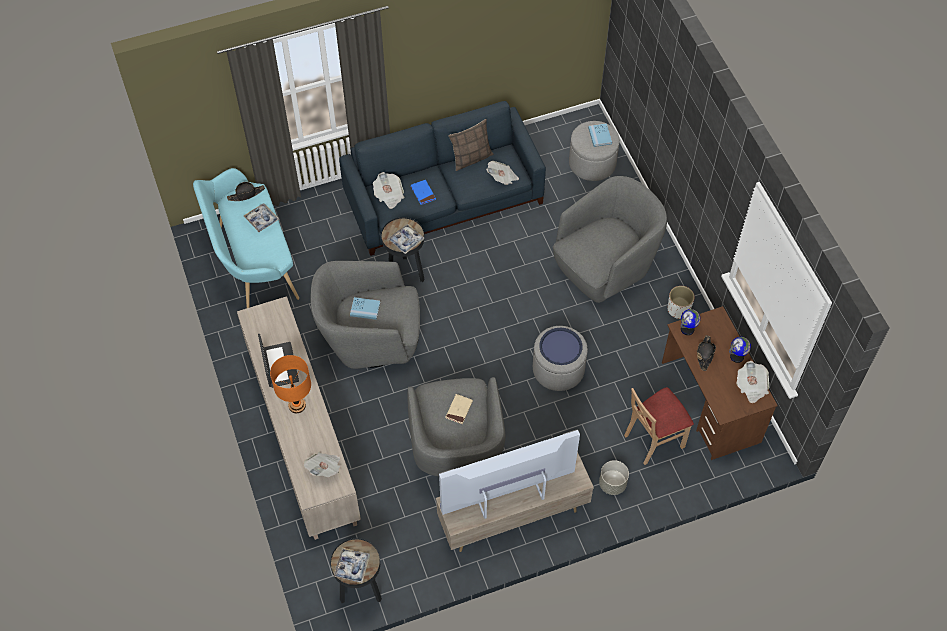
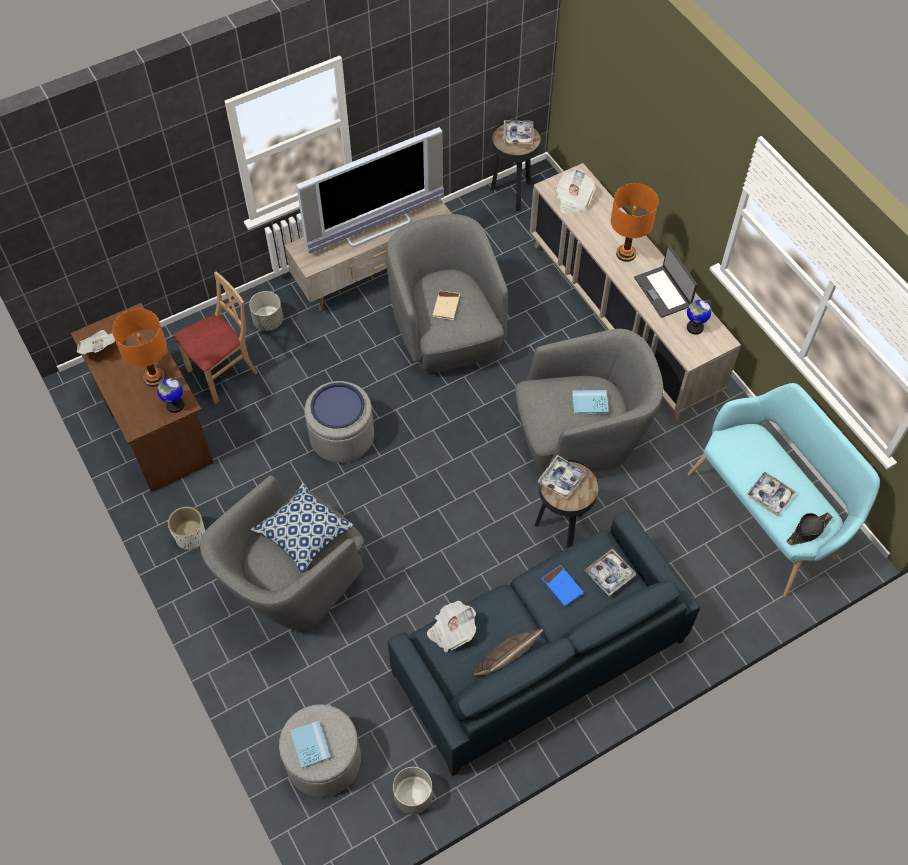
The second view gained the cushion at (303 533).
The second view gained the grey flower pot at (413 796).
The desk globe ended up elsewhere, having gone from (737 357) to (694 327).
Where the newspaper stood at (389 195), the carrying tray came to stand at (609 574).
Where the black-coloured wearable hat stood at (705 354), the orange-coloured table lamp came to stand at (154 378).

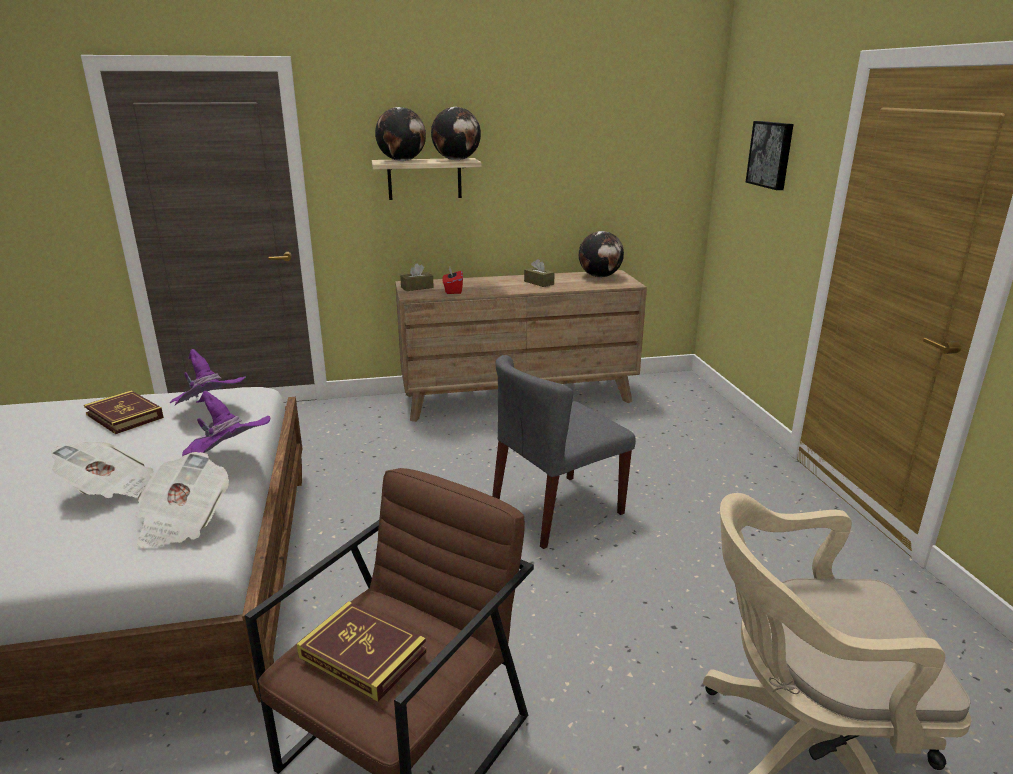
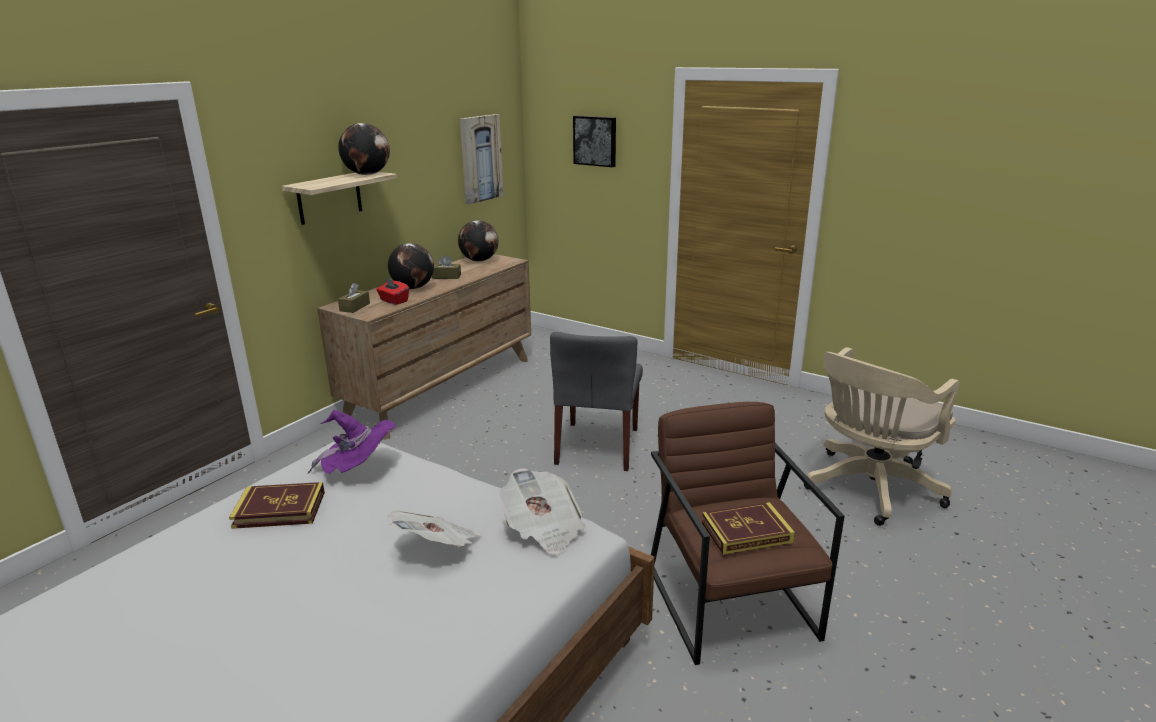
The second view lost the purple wearable hat at (229 461).
The second view gained the wall picture at (480 158).
The desk globe ended up elsewhere, having gone from (402 161) to (413 288).

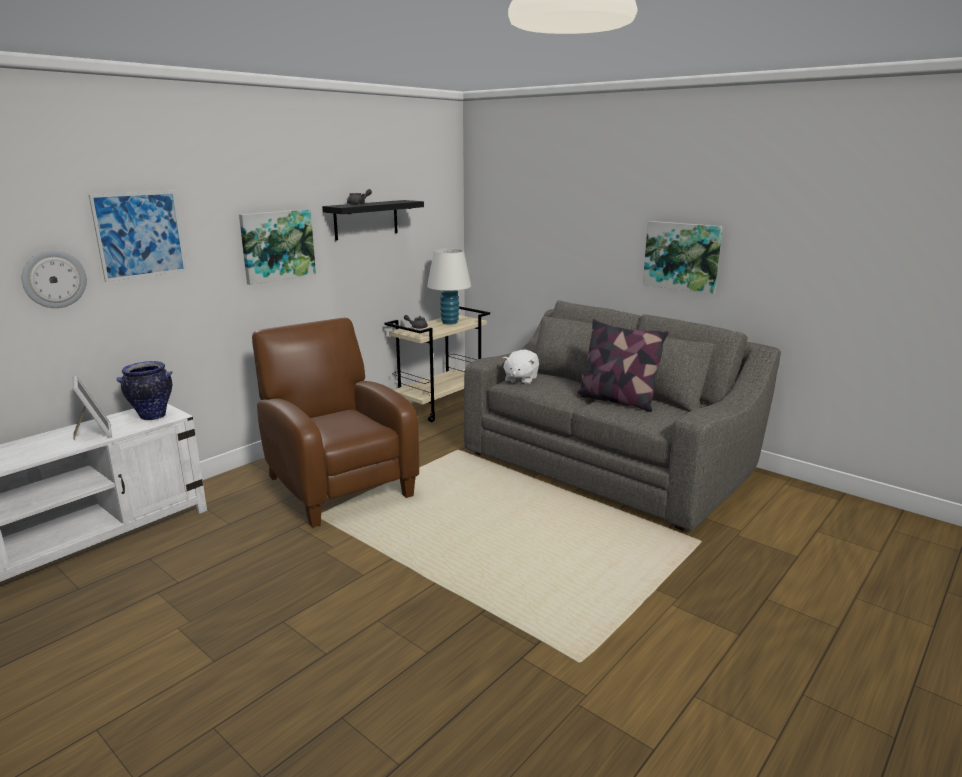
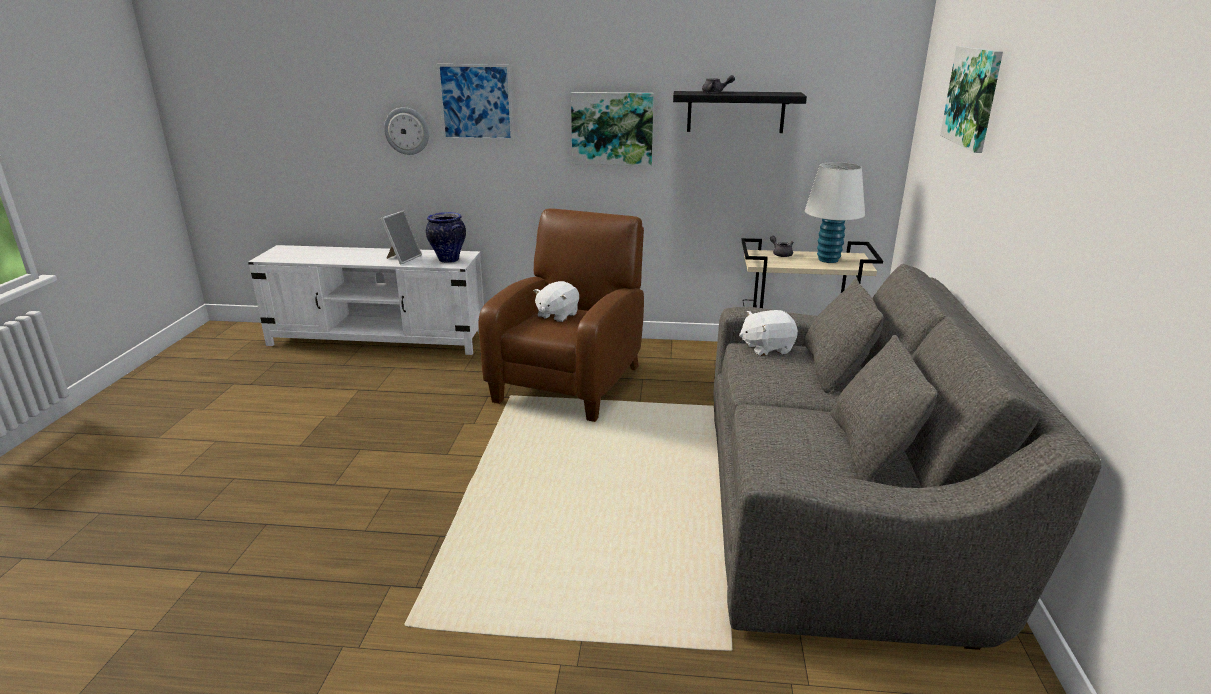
The second view lost the cushion at (616 401).
The second view gained the whitish plush toy at (557 315).
The wall picture ended up elsewhere, having gone from (682 256) to (973 97).

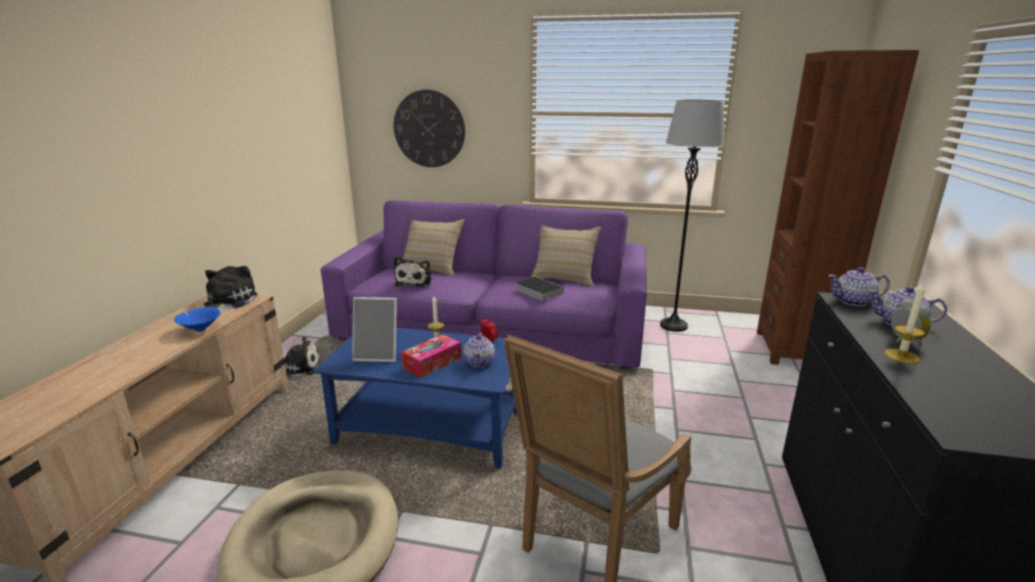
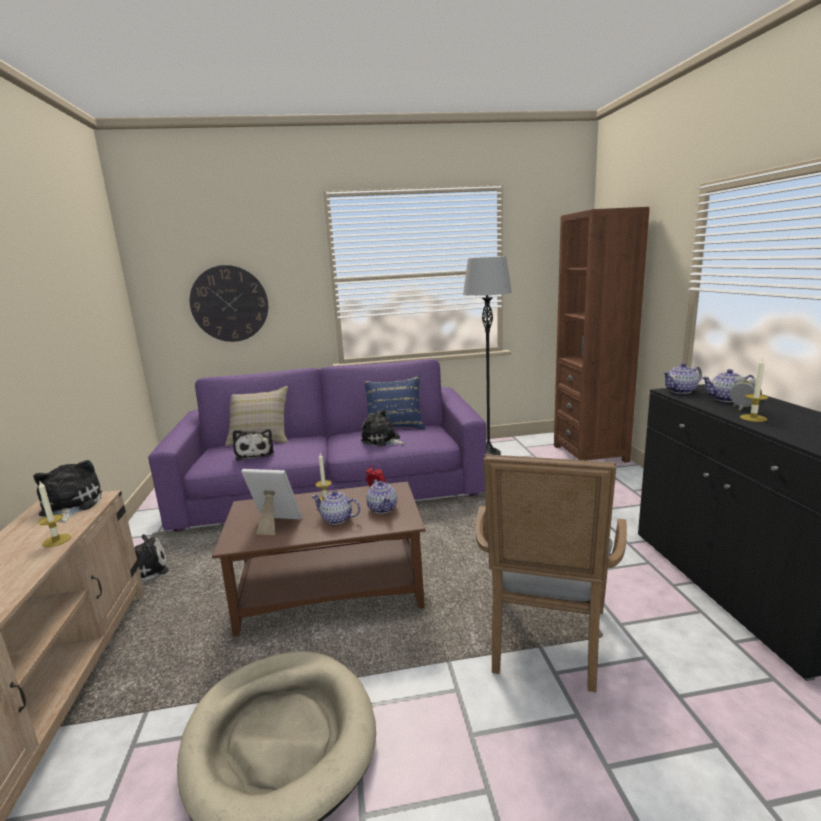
Where the blue serving bowl stood at (200 329), the wax light came to stand at (56 540).
Where the box of tissues stood at (432 363), the tea pot came to stand at (337 519).
Where the book stood at (537 291), the plush toy came to stand at (382 440).
What was the blue low table at (431 428) turned into the brown low table at (332 591).
What was the beige cushion at (564 278) turned into the blue cushion at (395 426).
The standing frame at (378 354) ended up facing another way, 150 degrees counterclockwise from before.

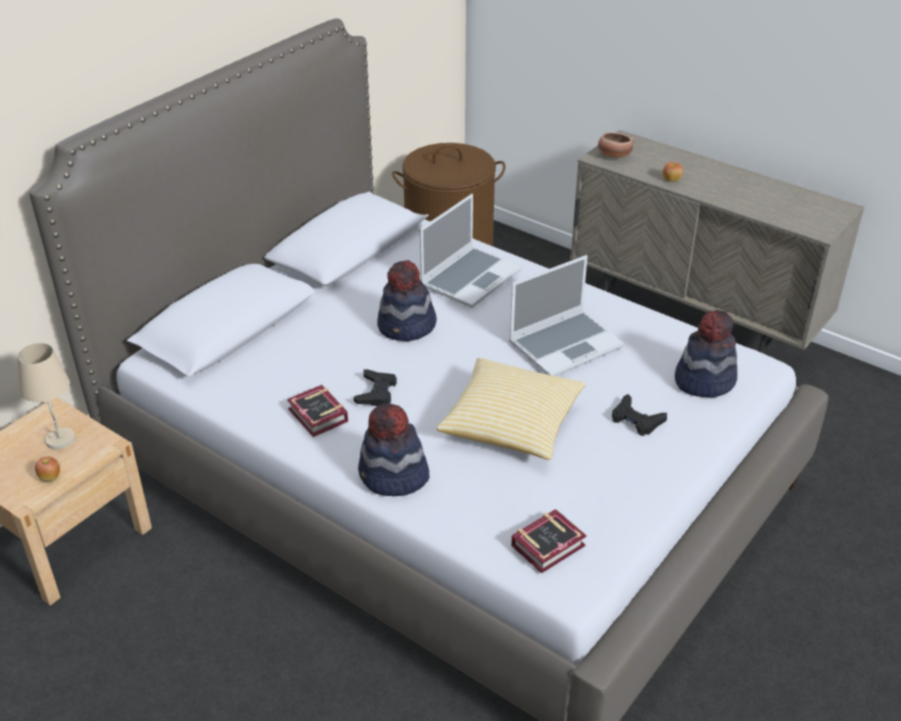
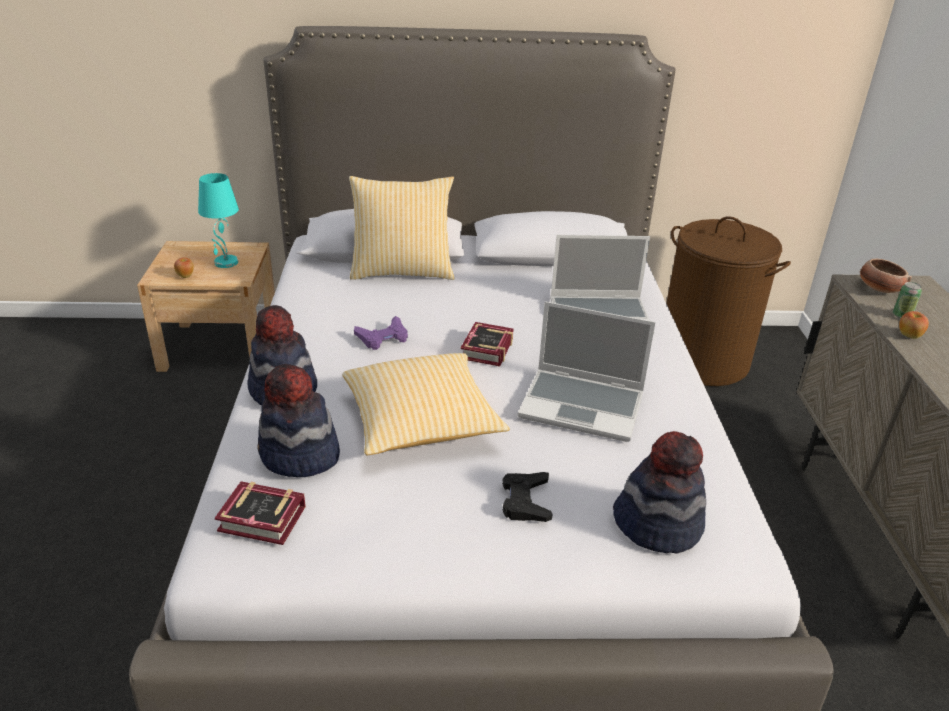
The second view gained the cushion at (402 271).
The second view gained the metal can at (901 315).
The book ended up elsewhere, having gone from (318 417) to (484 350).
The wearable hat ended up elsewhere, having gone from (407 327) to (299 455).
What was the beige table lamp at (61 440) turned into the turquoise-coloured table lamp at (226 263).
What was the black-coloured joypad at (376 392) turned into the purple joypad at (383 338).

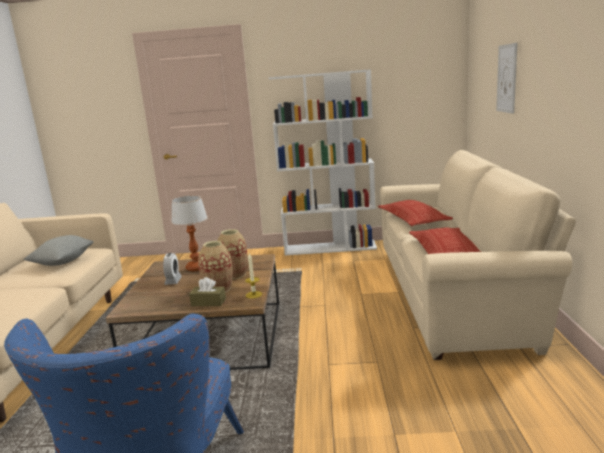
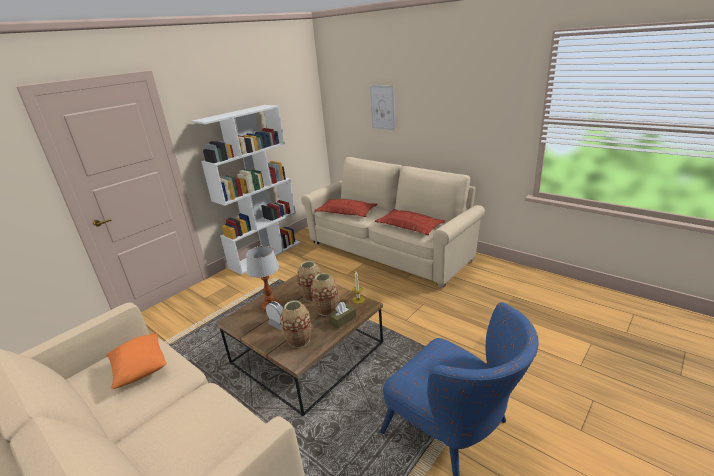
The second view gained the vase at (299 340).
What was the grey cushion at (63 262) turned into the orange-coloured cushion at (140 369).

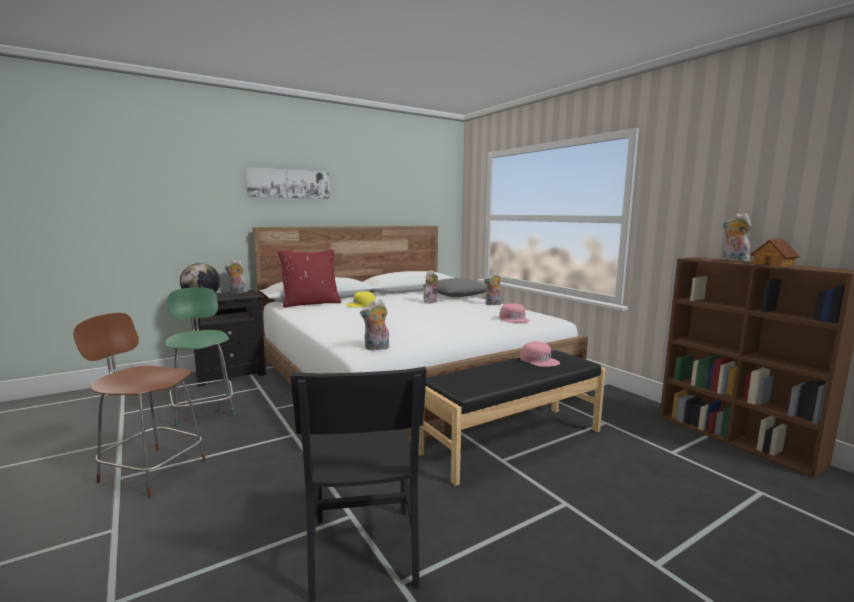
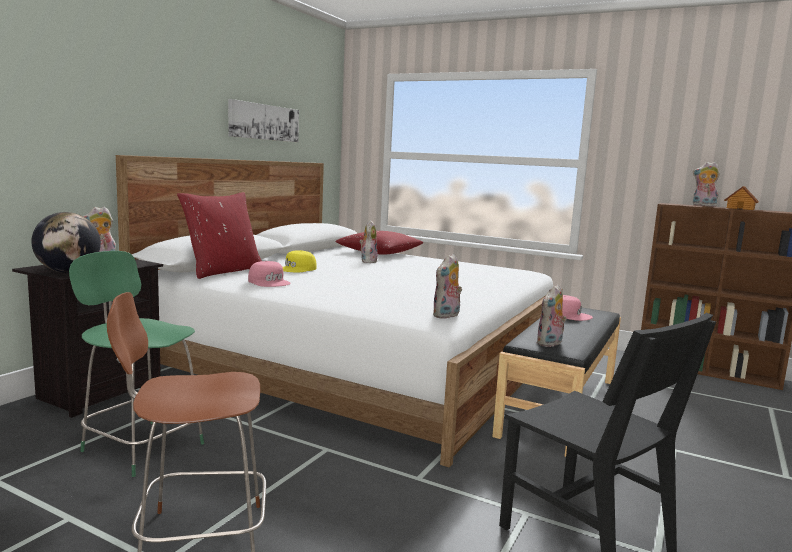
The wall picture ended up elsewhere, having gone from (289 184) to (264 122).
The plush toy ended up elsewhere, having gone from (493 304) to (550 344).
The pinkish baseball cap ended up elsewhere, having gone from (514 319) to (269 282).
What was the grey cushion at (456 295) turned into the red cushion at (379 253).

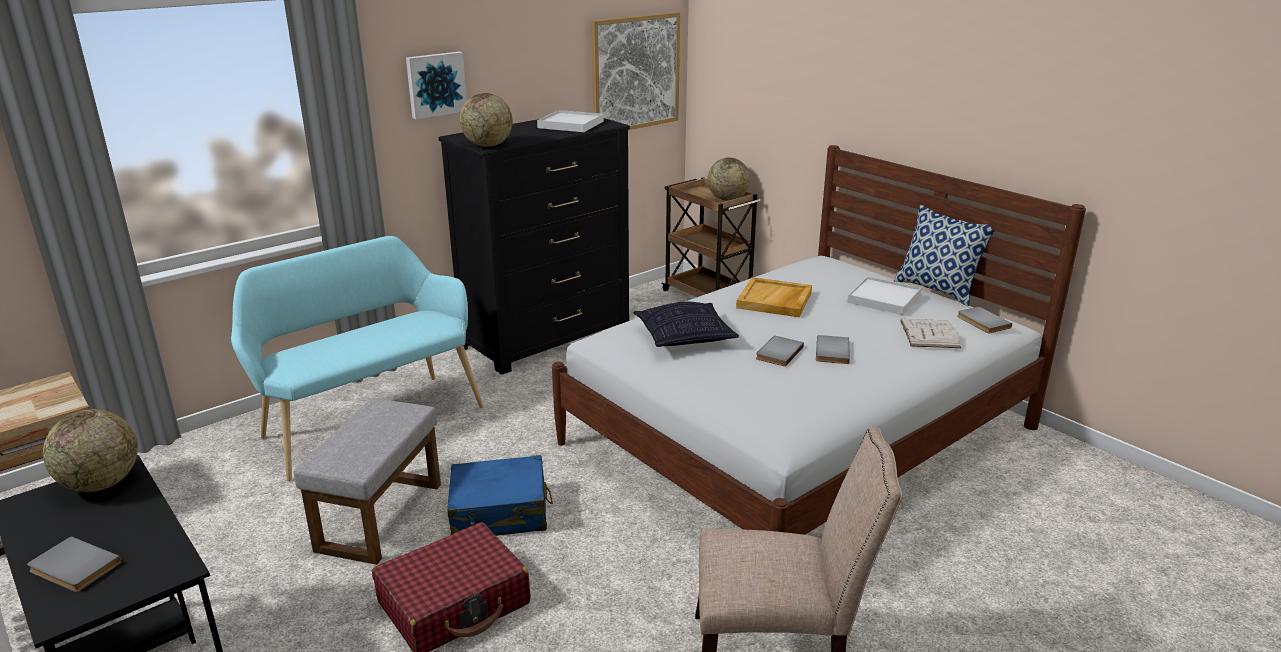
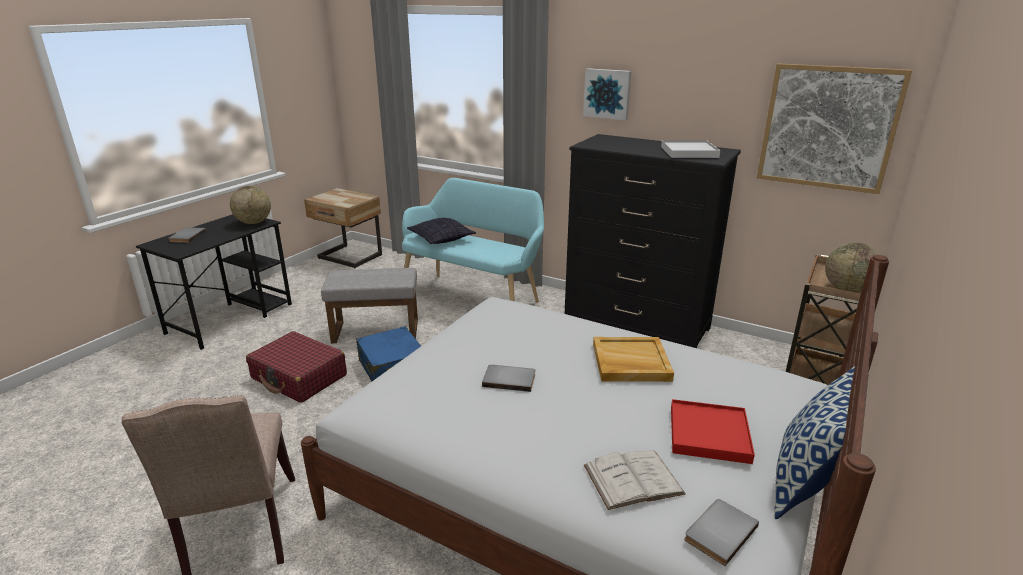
The second view lost the desk globe at (488 145).
The second view lost the grey book at (830 351).
The cushion ended up elsewhere, having gone from (684 338) to (441 239).
What was the whitish carrying tray at (884 299) turned into the red carrying tray at (708 434).

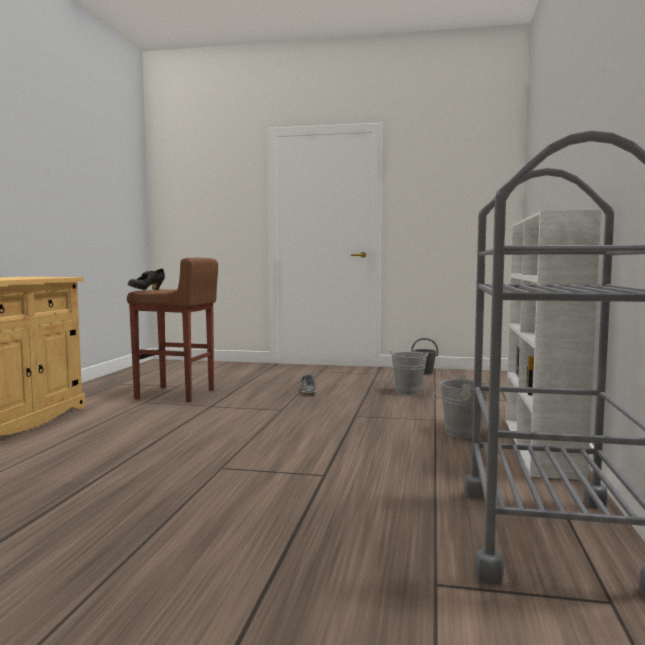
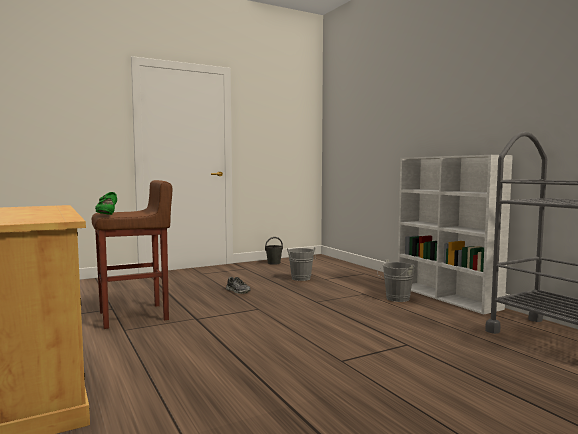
What was the black-coloured low shoe at (146 290) turned into the green-coloured low shoe at (107 215).

